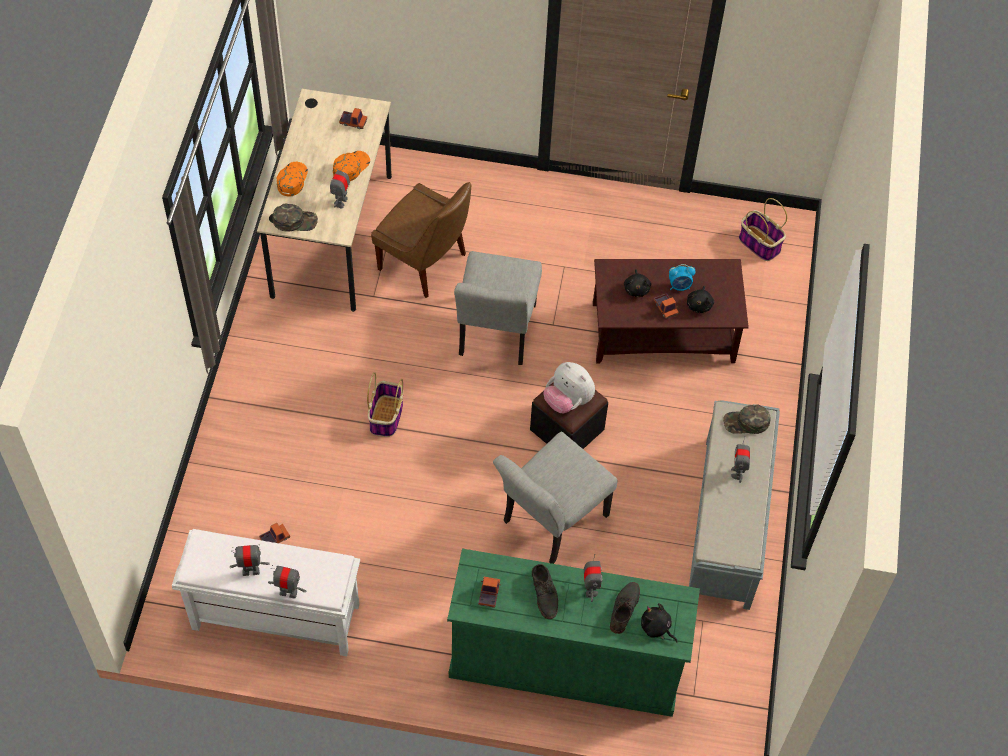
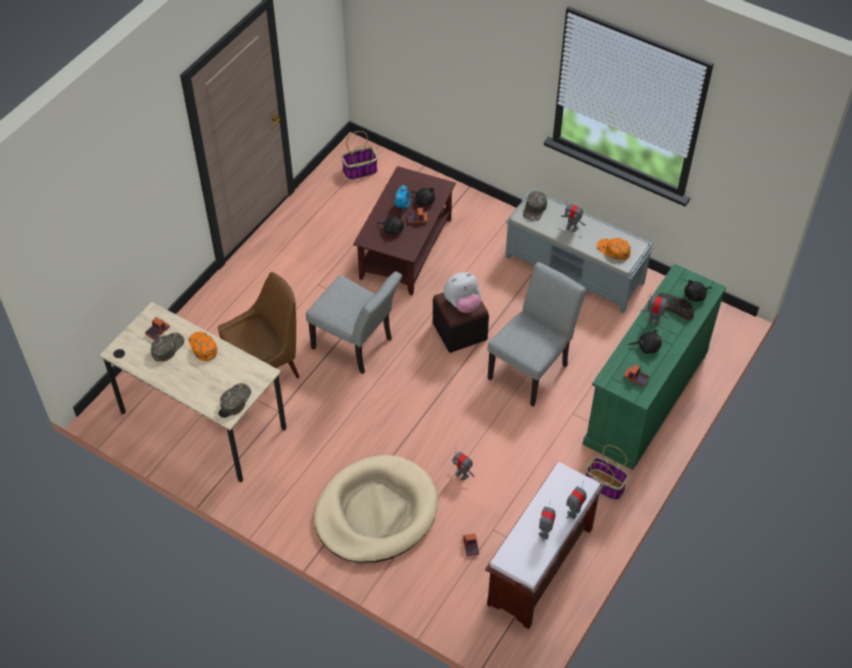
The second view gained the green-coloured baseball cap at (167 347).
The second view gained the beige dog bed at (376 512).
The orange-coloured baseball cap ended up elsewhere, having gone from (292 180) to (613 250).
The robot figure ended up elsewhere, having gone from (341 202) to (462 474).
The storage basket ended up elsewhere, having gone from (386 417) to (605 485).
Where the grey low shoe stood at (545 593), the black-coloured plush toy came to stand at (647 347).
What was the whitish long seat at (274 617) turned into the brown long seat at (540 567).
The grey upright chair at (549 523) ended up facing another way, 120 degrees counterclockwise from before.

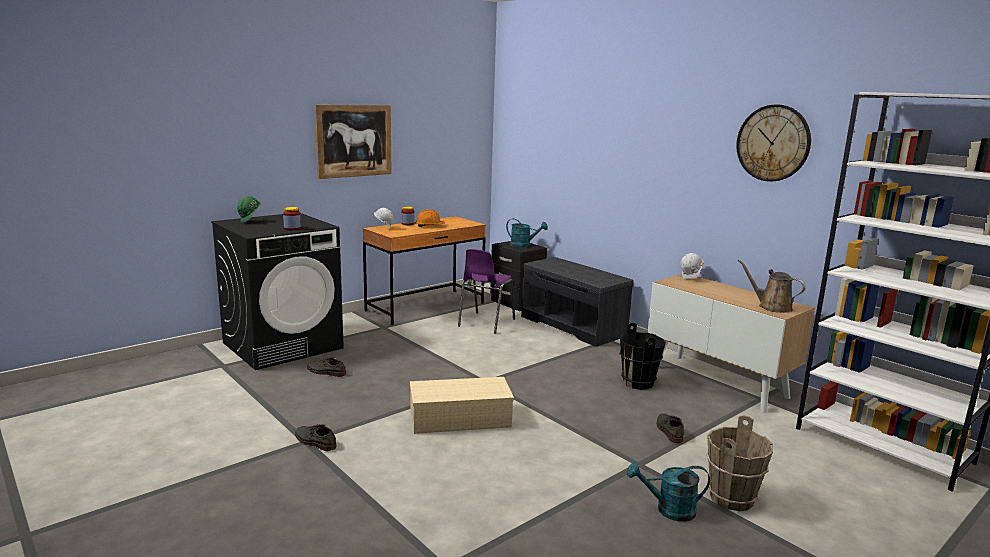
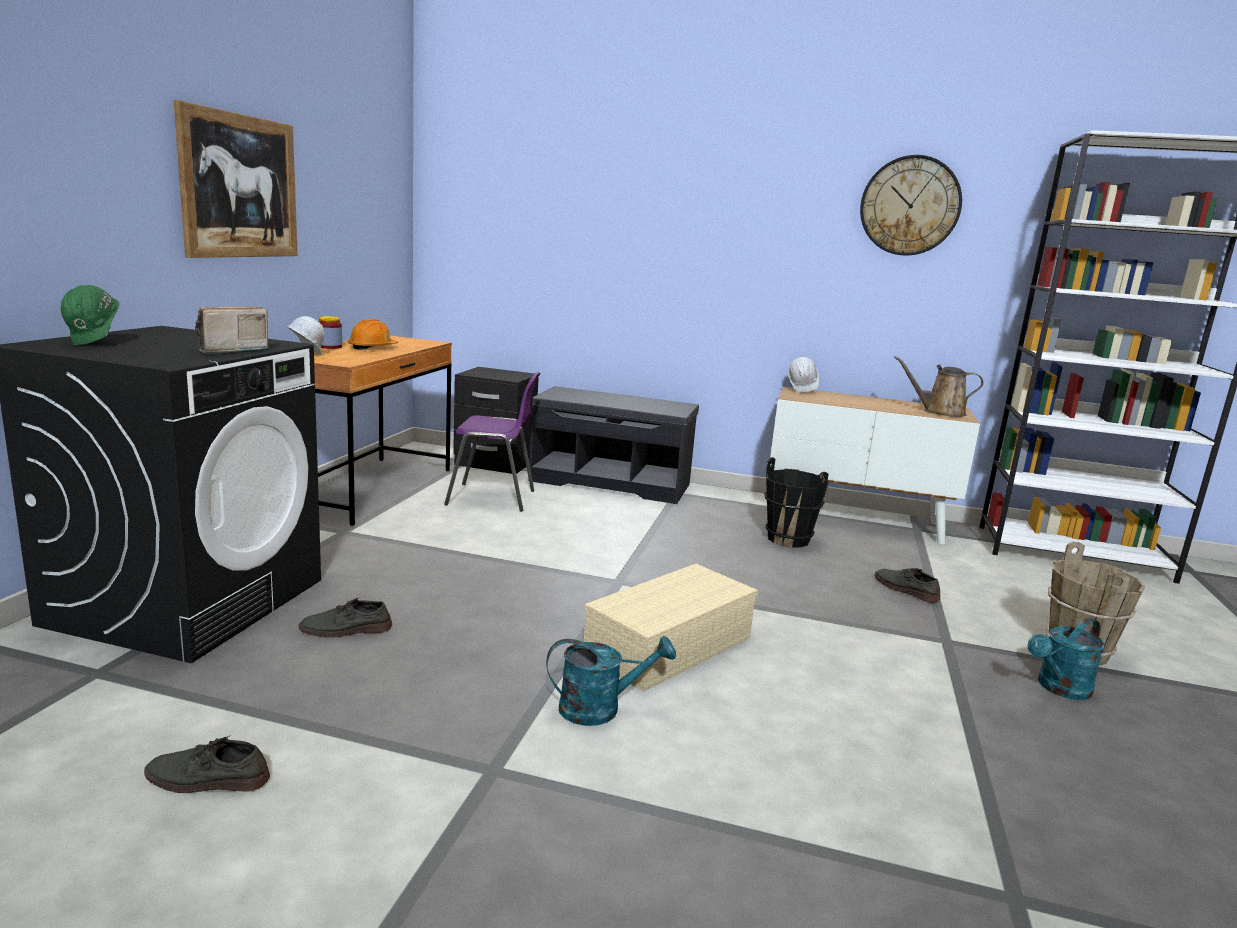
The grey low shoe ended up elsewhere, having gone from (314 441) to (206 779).
The turquoise-coloured watering pot ended up elsewhere, having gone from (524 245) to (600 708).
Where the preserve jar stood at (292 228), the radio set came to stand at (228 350).
The purple upright chair at (485 323) ended up facing another way, 75 degrees counterclockwise from before.

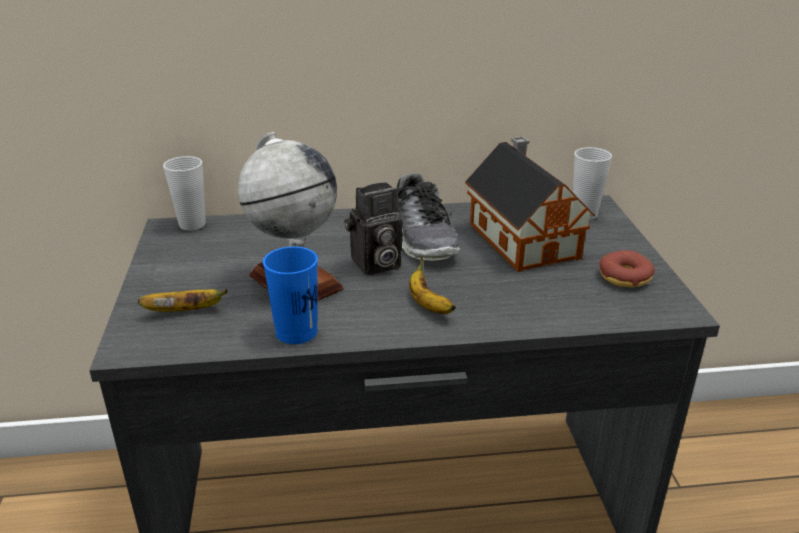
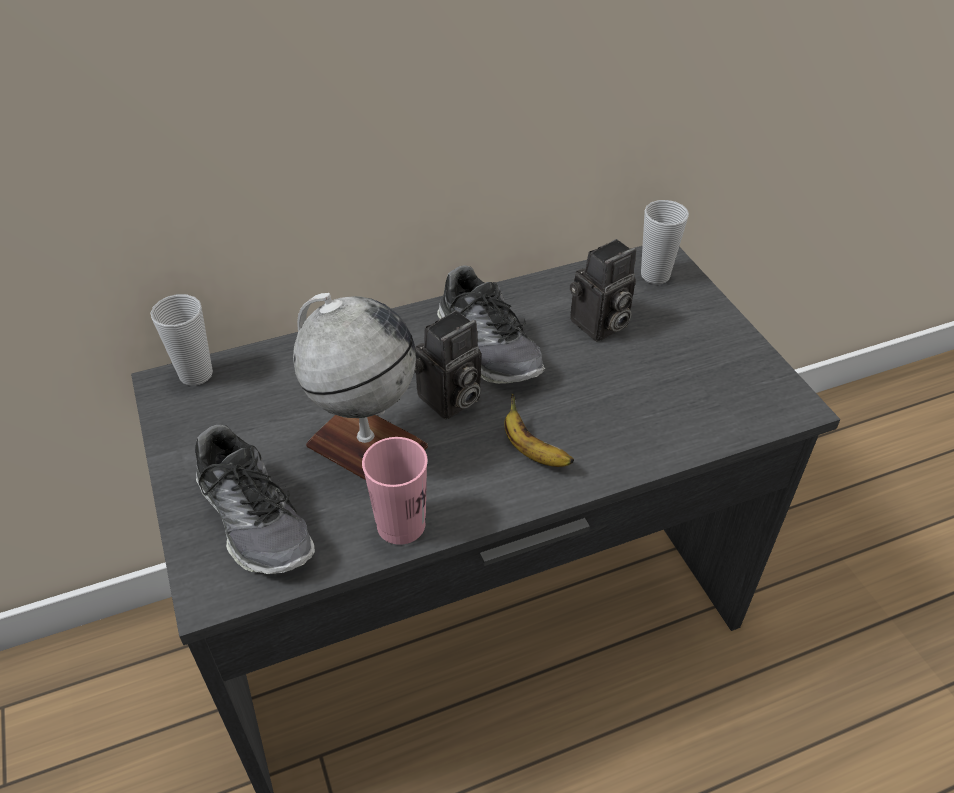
The second view lost the ring doughnut at (625 277).
Where the banana fruit stood at (186 311), the low shoe came to stand at (255 519).
Where the toy house stood at (522 238), the still camera came to stand at (599 326).
What was the blue small cup at (296 332) turned into the pinkish small cup at (401 525).

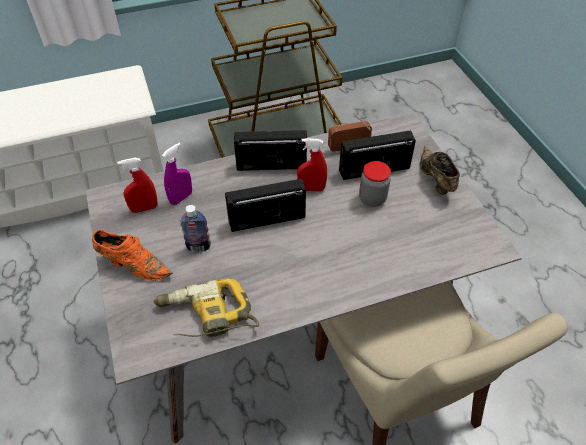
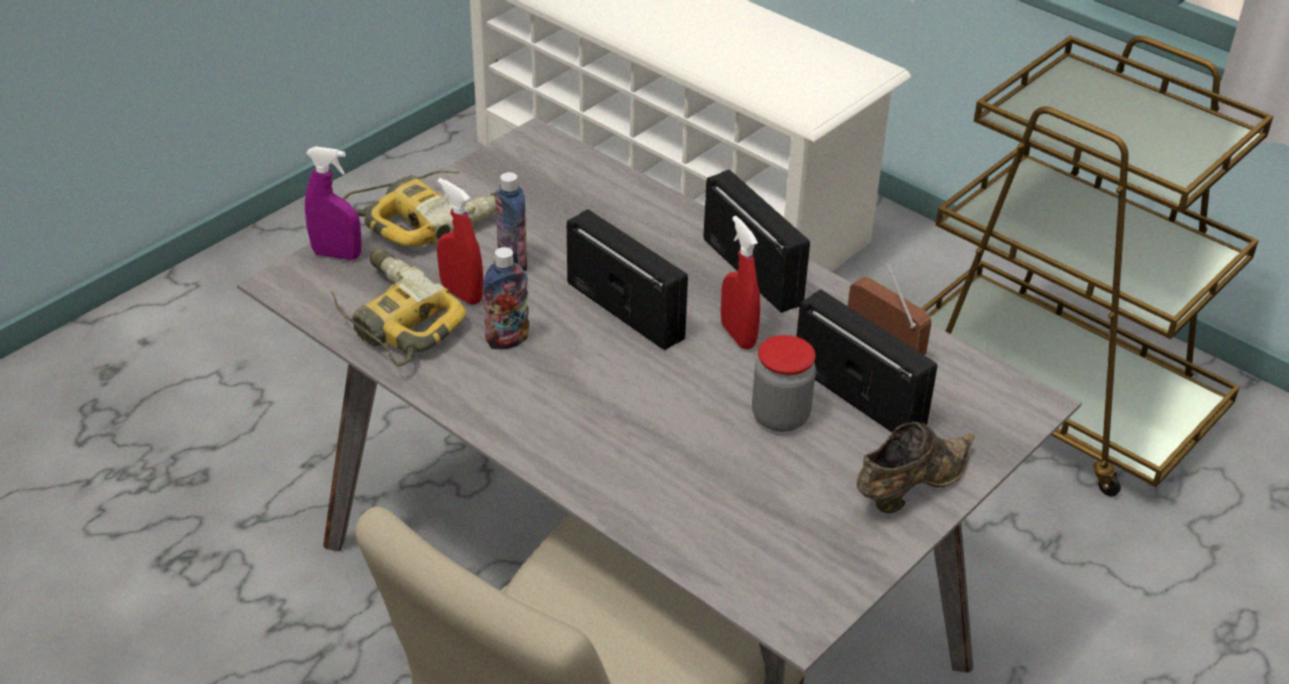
The second view gained the beverage bottle at (507 340).
The red hand sprayer ended up elsewhere, having gone from (144 208) to (461 294).
The purple hand sprayer ended up elsewhere, having gone from (181 198) to (337 255).
Where the orange-coloured low shoe stood at (133 265), the drill came to stand at (432 217).

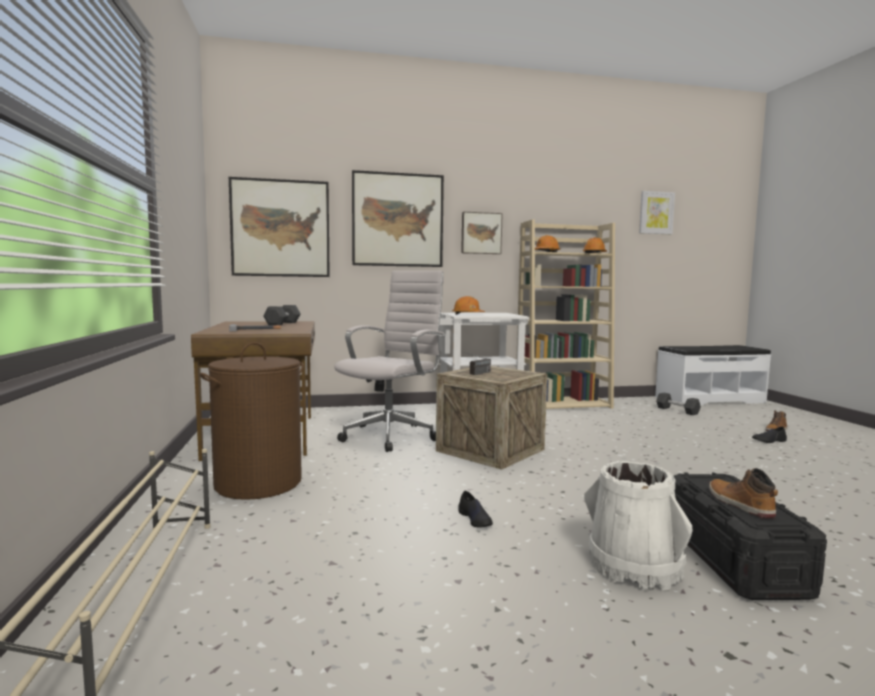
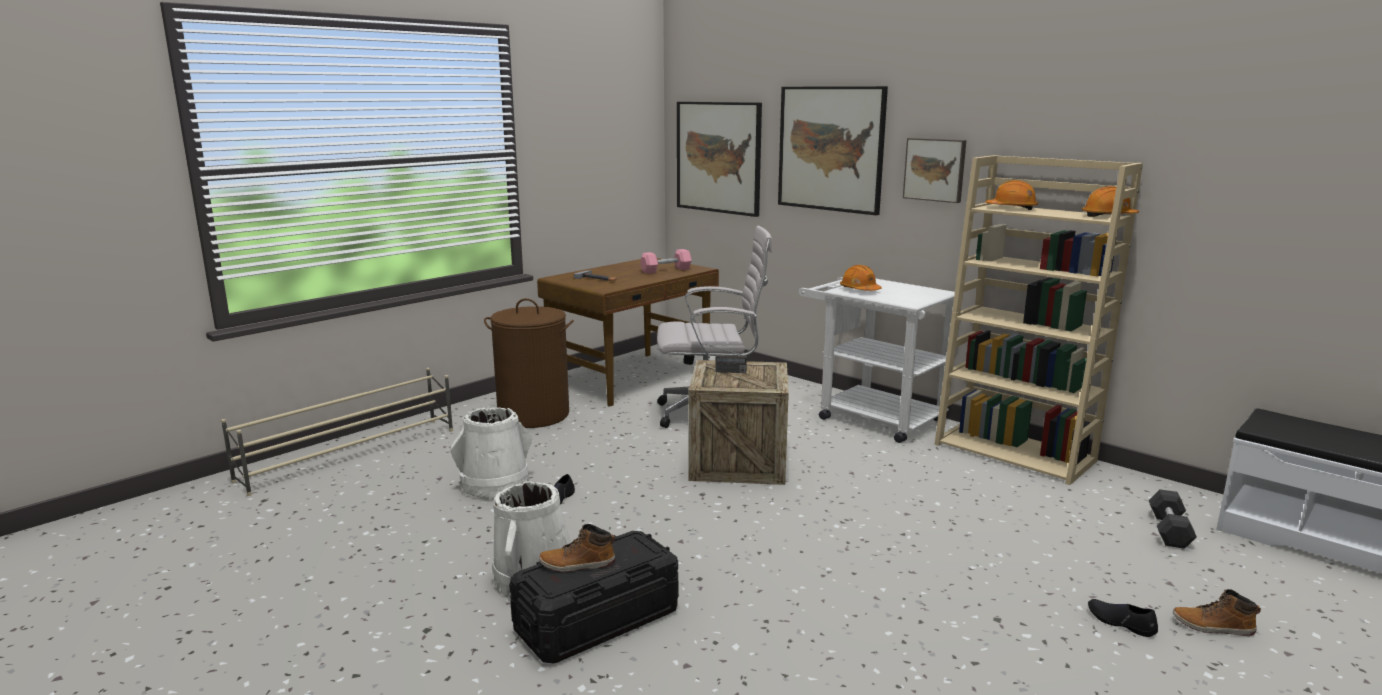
The second view lost the wall picture at (656 213).
The second view gained the whitish pail at (495 484).
What was the black-coloured dumbbell at (282 323) turned into the pinkish dumbbell at (666 270).
The boot at (739 504) ended up facing another way, 135 degrees counterclockwise from before.

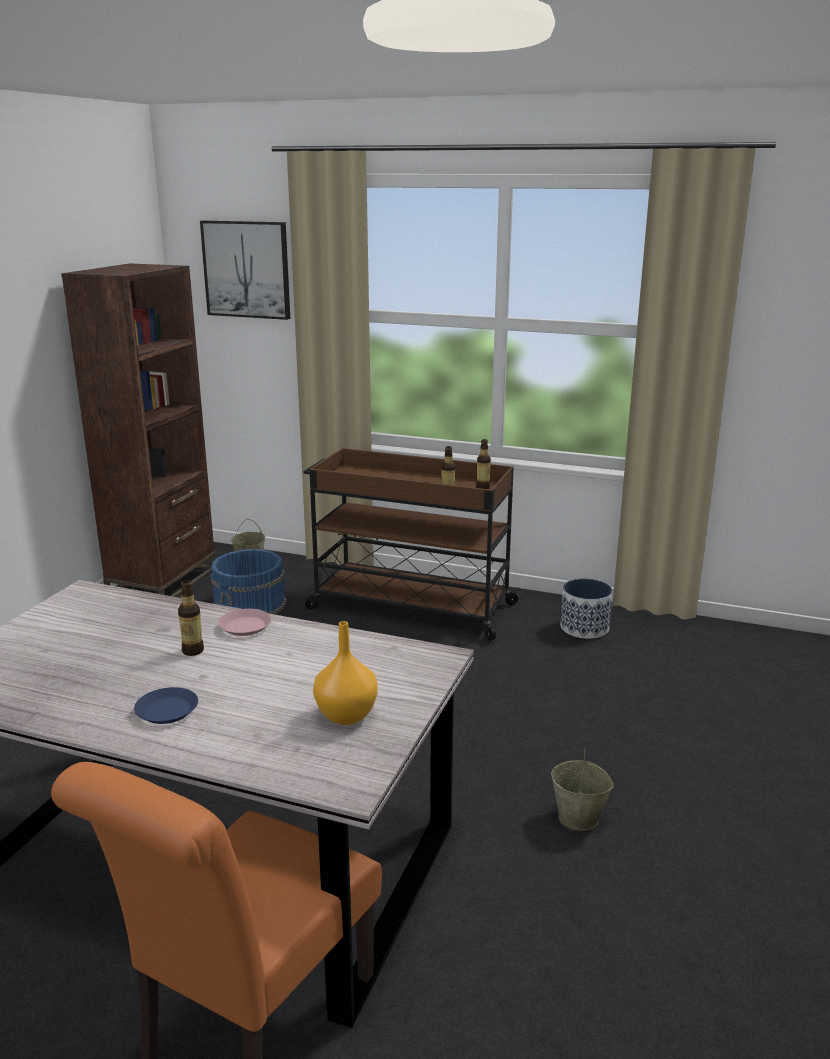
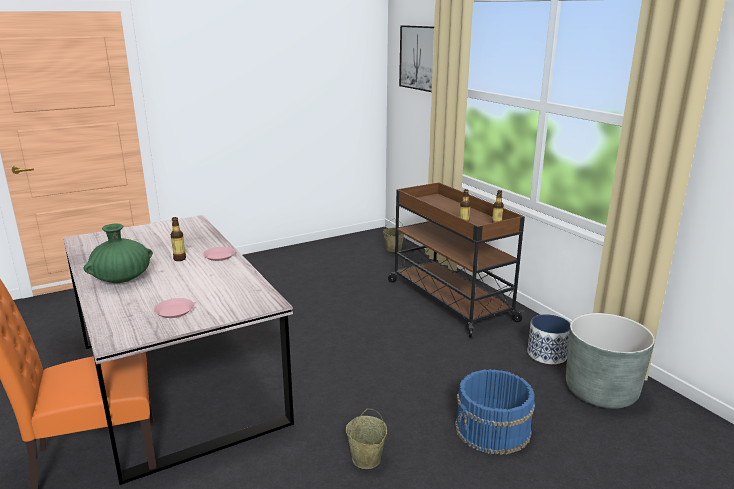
The second view lost the brown bookcase at (163 582).
The second view gained the grey flower pot at (601 391).
The blue pail ended up elsewhere, having gone from (250 605) to (493 429).
Where the blue dinner plate stood at (167 711), the green-coloured vase came to stand at (122 279).
Where the orange-coloured vase stood at (347 716), the pinkish dinner plate came to stand at (174 311).

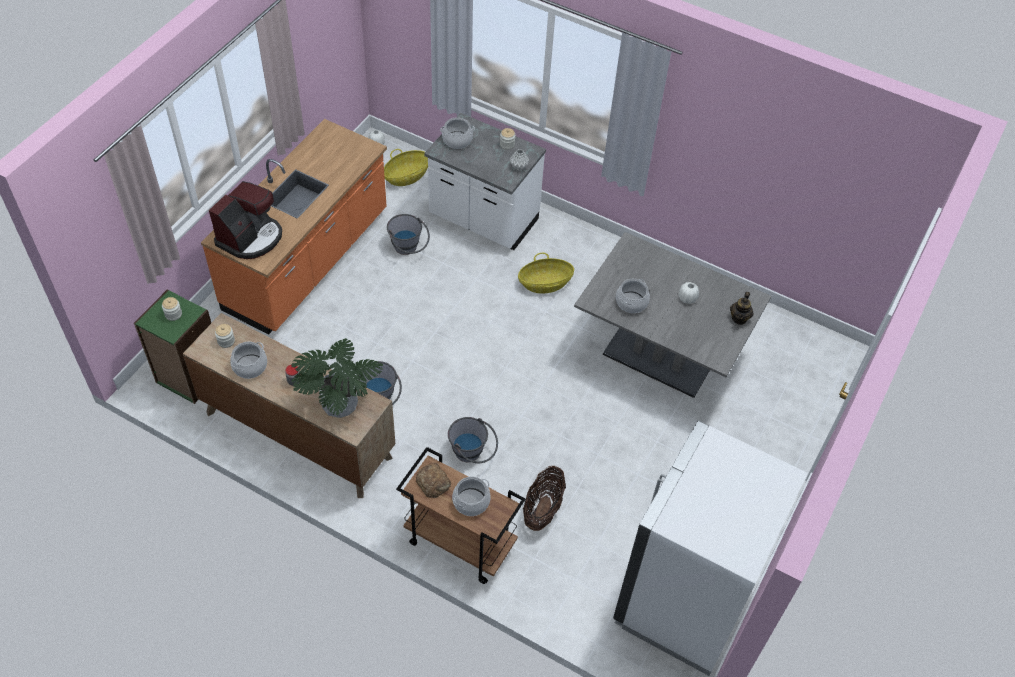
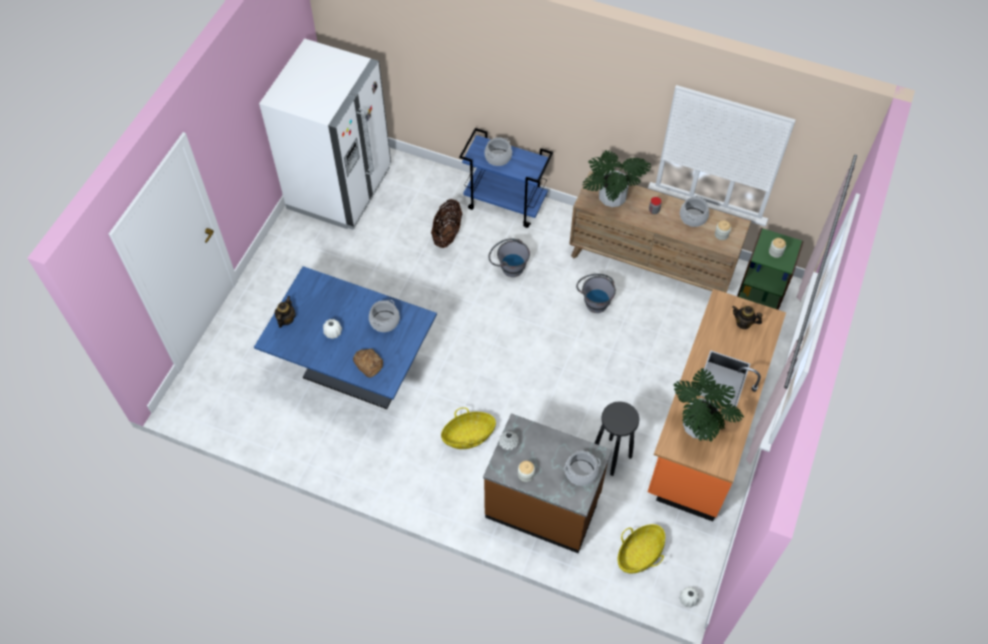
The second view gained the houseplant at (698 426).
The bakery bread ended up elsewhere, having gone from (433 482) to (368 363).
Where the coffee maker stood at (251 237), the tea pot came to stand at (743 323).
Where the grey pail stood at (408 249), the black-coloured stool seat came to stand at (611 456).
What was the brown wheeled cart at (459 543) turned into the blue wheeled cart at (506 203).
What was the whitish kitchen counter at (483 220) turned into the brown kitchen counter at (543 505).
What was the grey dinner table at (659 357) turned into the blue dinner table at (355 373).

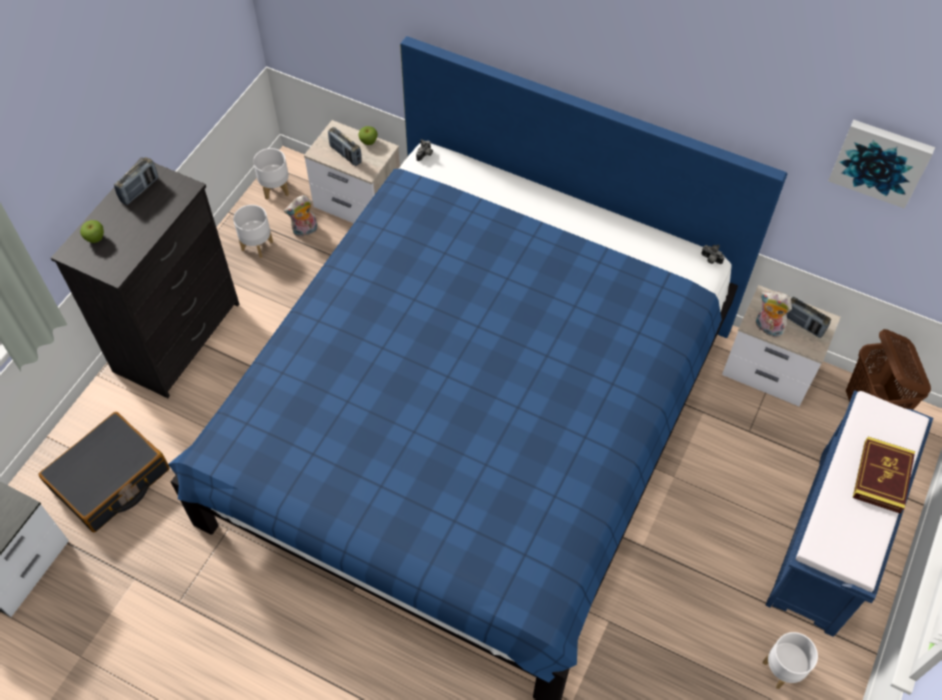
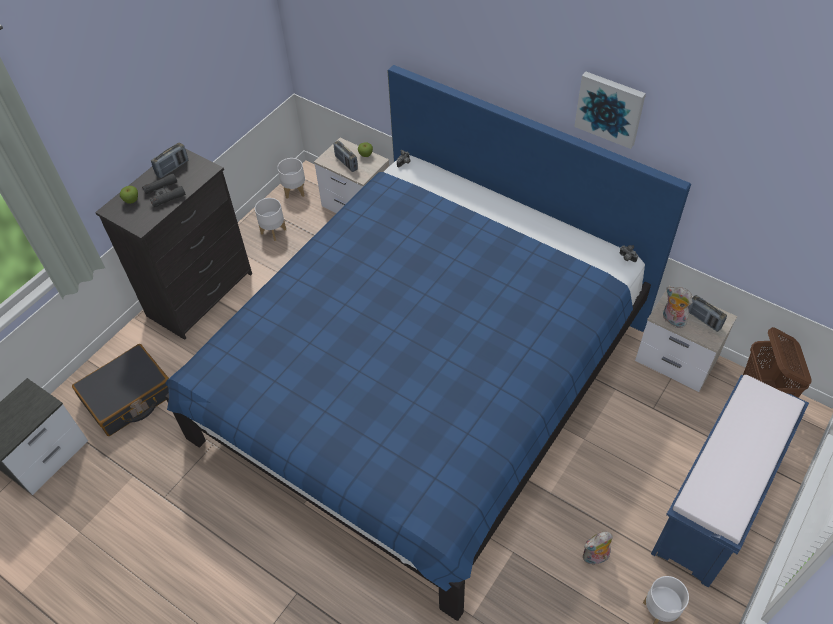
The second view lost the book at (882 477).
The second view gained the black-coloured field glasses at (165 194).
The plush toy ended up elsewhere, having gone from (305 231) to (595 558).
The wall picture ended up elsewhere, having gone from (880 161) to (610 108).

